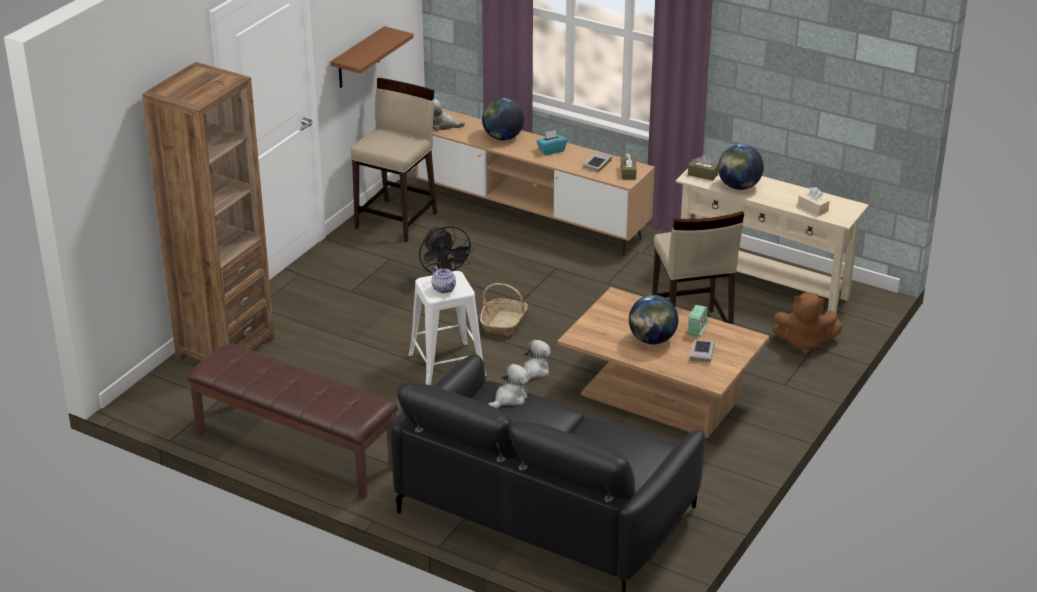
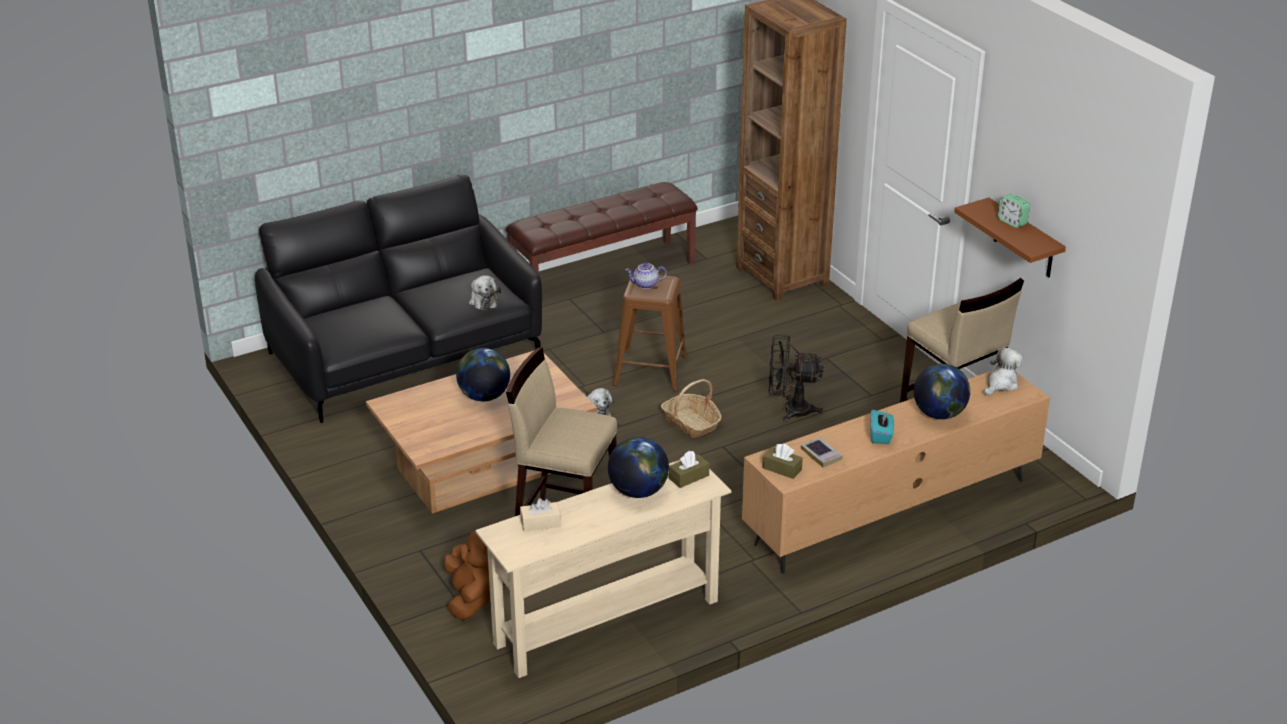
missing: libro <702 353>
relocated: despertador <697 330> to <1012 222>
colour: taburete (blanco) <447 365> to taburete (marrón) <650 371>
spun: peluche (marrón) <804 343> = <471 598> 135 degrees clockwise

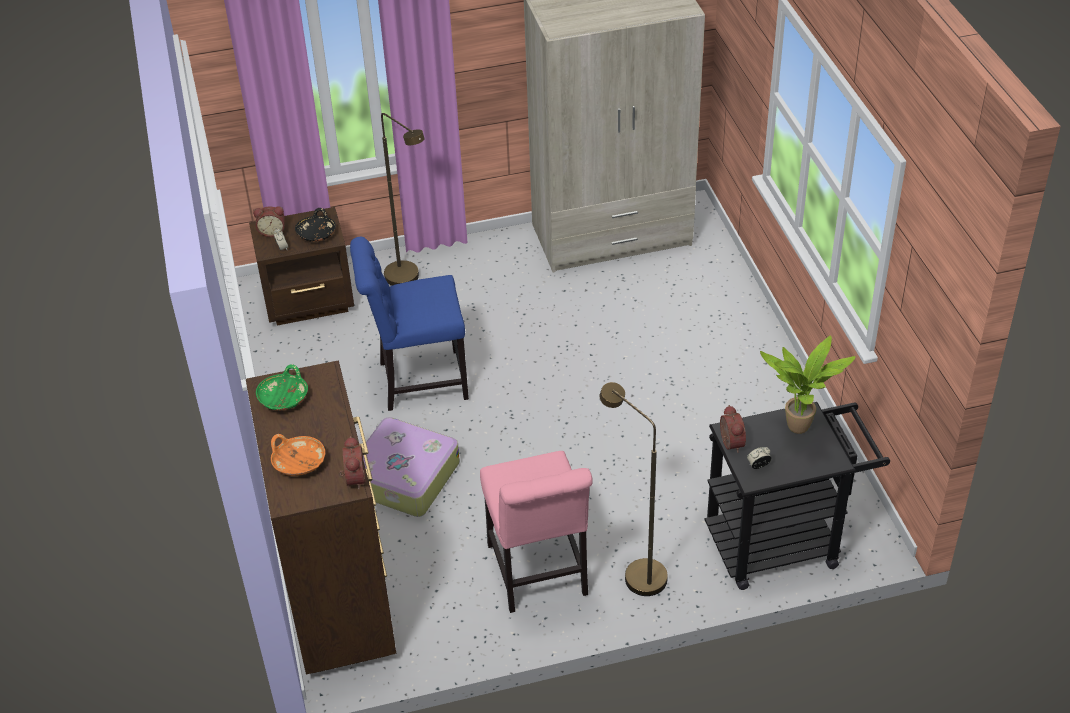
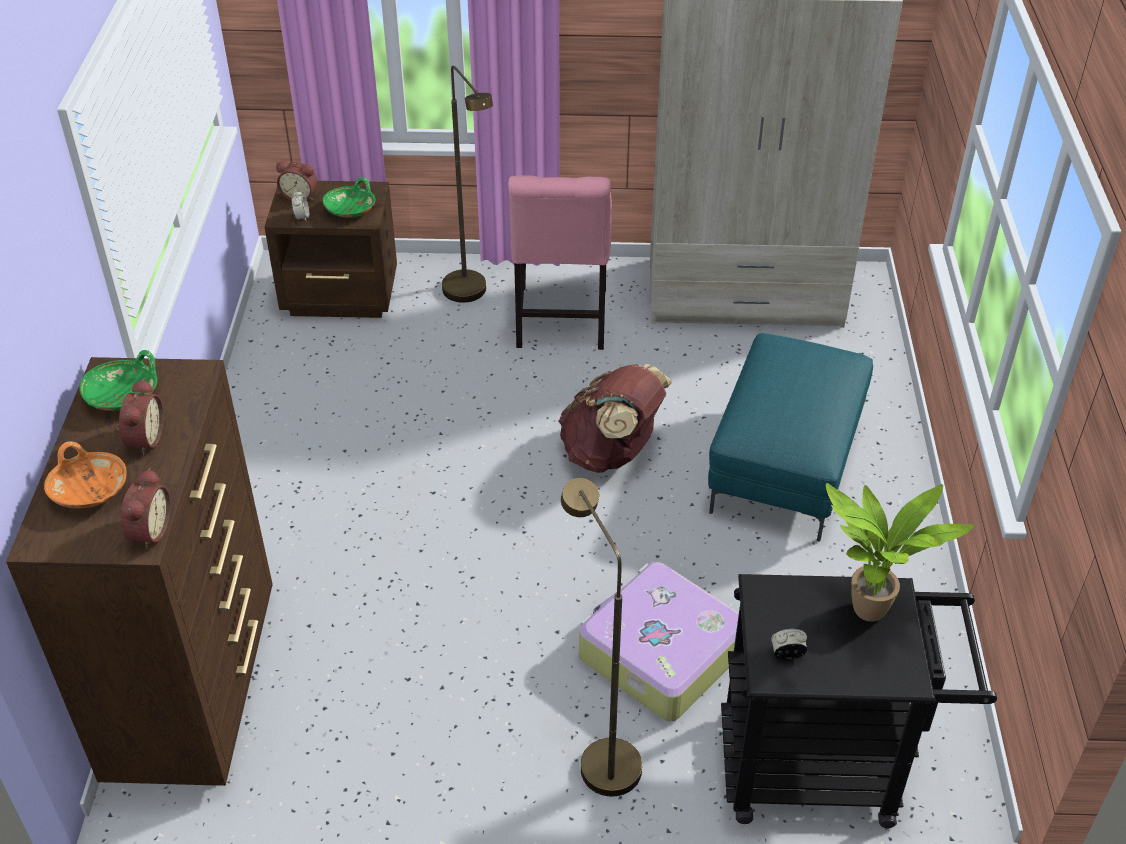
missing: silla (azul) <417 381>
appeared: mochila (marrón) <611 453>; puf (turquesa) <786 469>
relocated: maleta <403 477> to <659 653>; silla (rosa) <538 574> to <560 322>; despertador <729 443> to <143 439>
colour: cuenco (negro) <316 233> to cuenco (verde) <351 209>

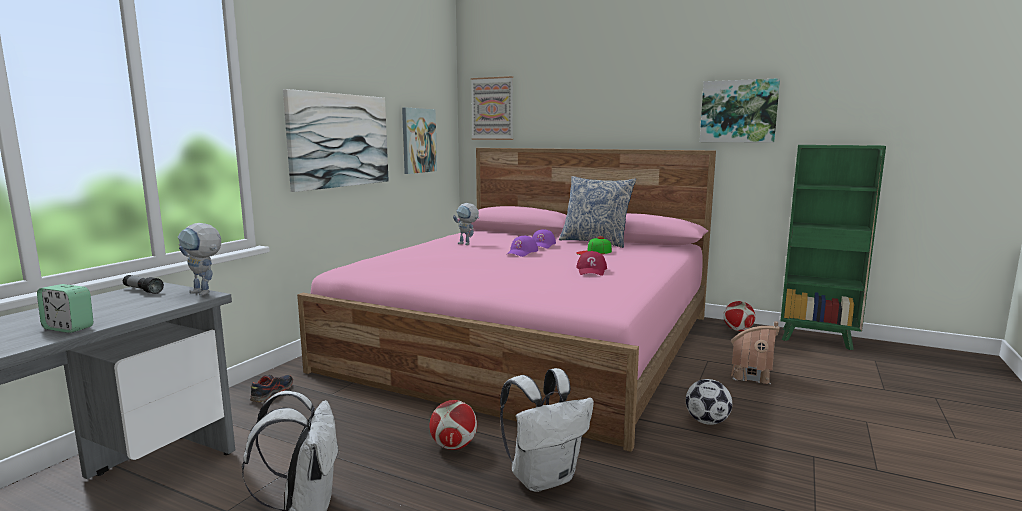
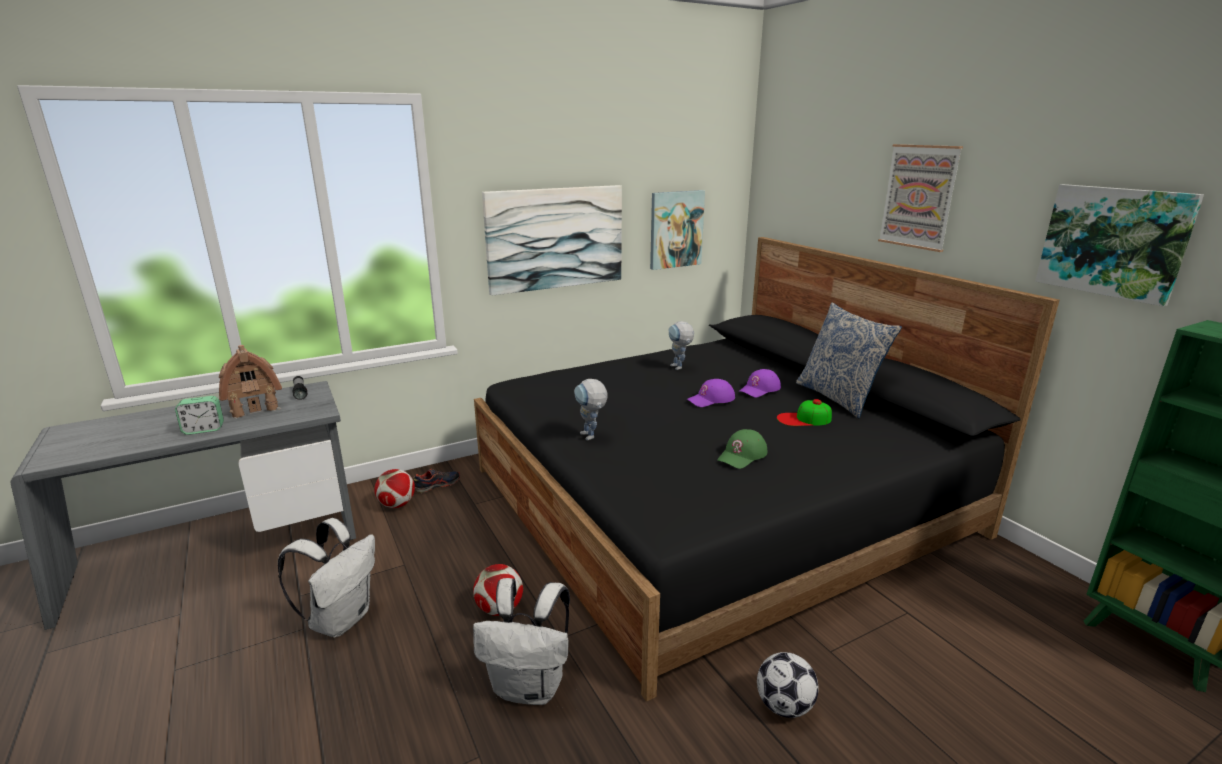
relocated: robot de juguete <205 293> to <591 438>; cuadro <492 109> to <919 197>; balón de fútbol <738 330> to <397 505>; casita <751 375> to <254 407>
colour: cama (rosa) <530 341> to cama (negro) <716 500>; gorra (rojo) <591 270> to gorra (verde) <742 455>
spun: despertador <68 328> = <203 429> 75 degrees counterclockwise

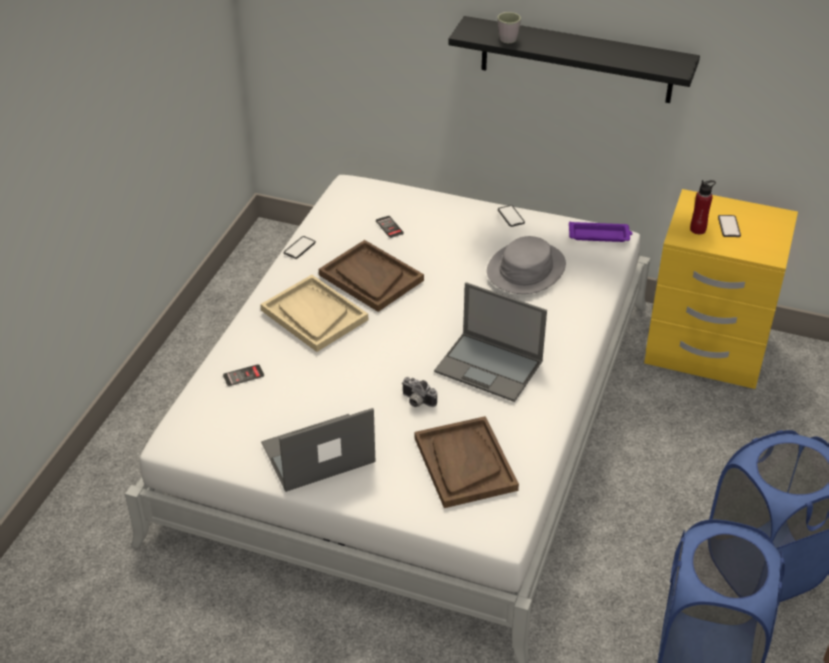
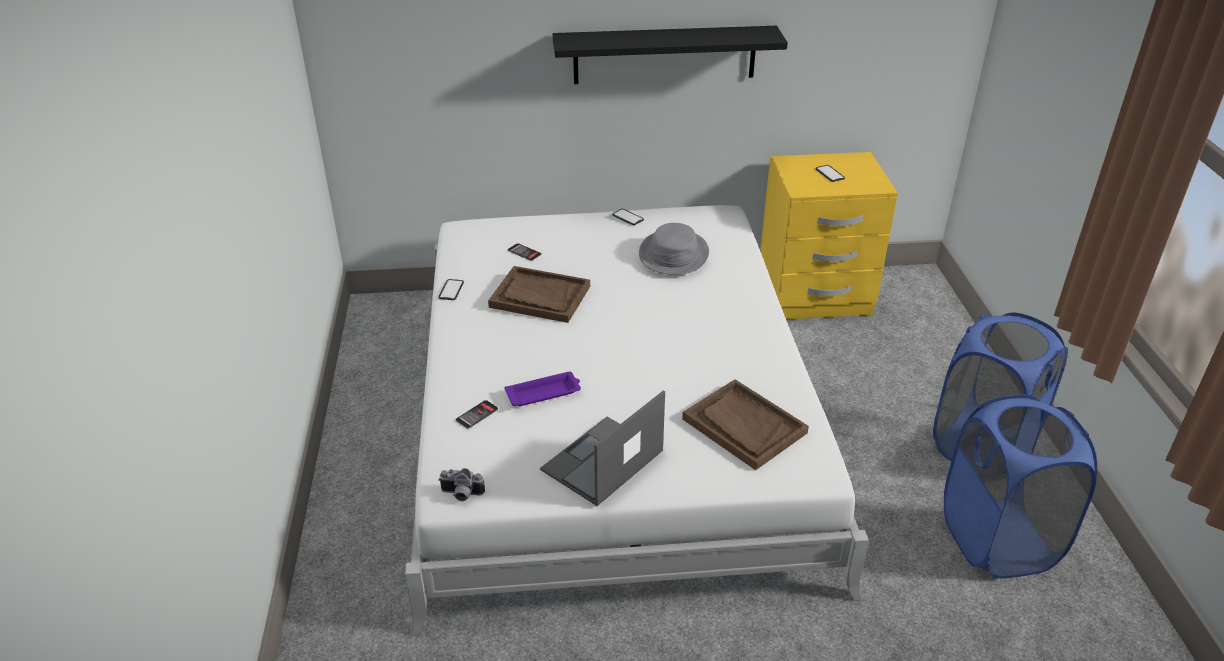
missing: bandeja (beis) <314 315>; portátil <490 367>; taza grande (gris) <506 37>; botella (rojo) <698 229>
relocated: cámara <416 401> to <461 495>; bandeja (morado) <600 235> to <544 393>

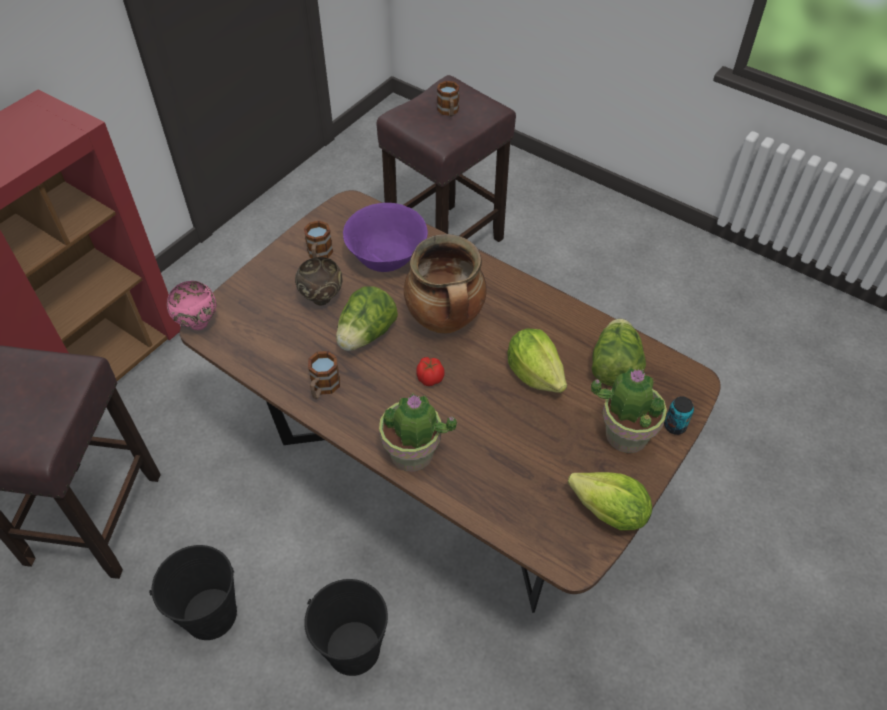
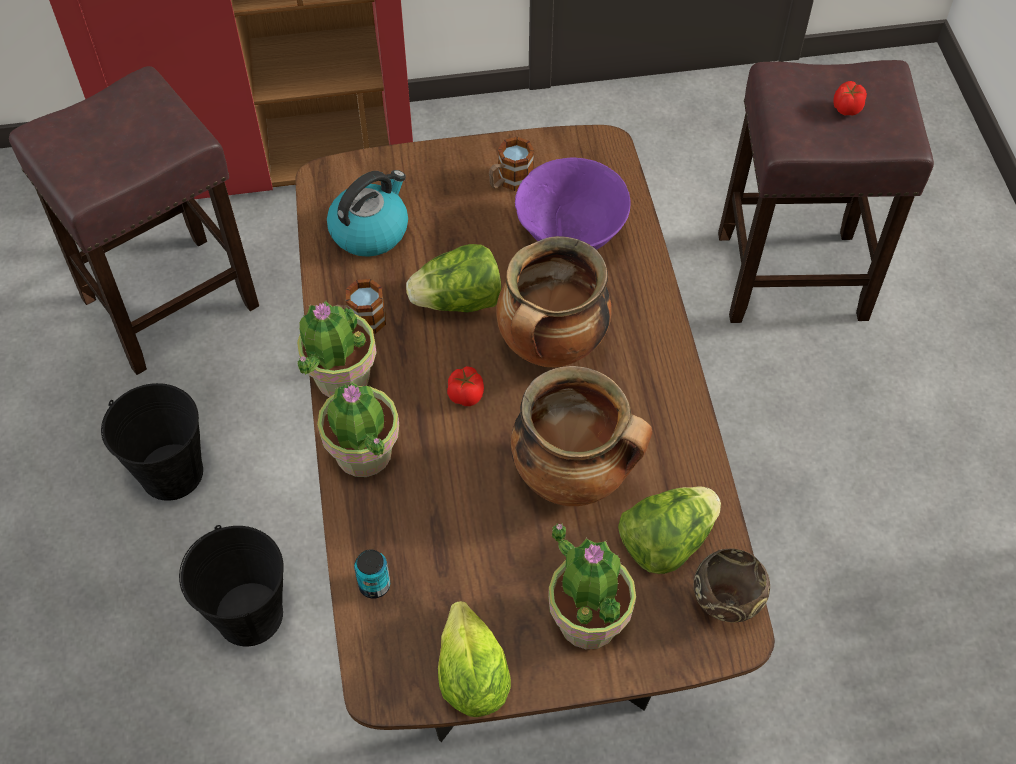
missing: cuenco (rosa) <197 323>
appeared: planta en maceta <341 378>; hervidor <370 230>
relocated: cuenco (marrón) <322 298> to <726 603>; lata <674 426> to <374 585>
exchanged: taza grande <449 112> to tomate <846 109>; lechuga <535 373> to olla <574 477>

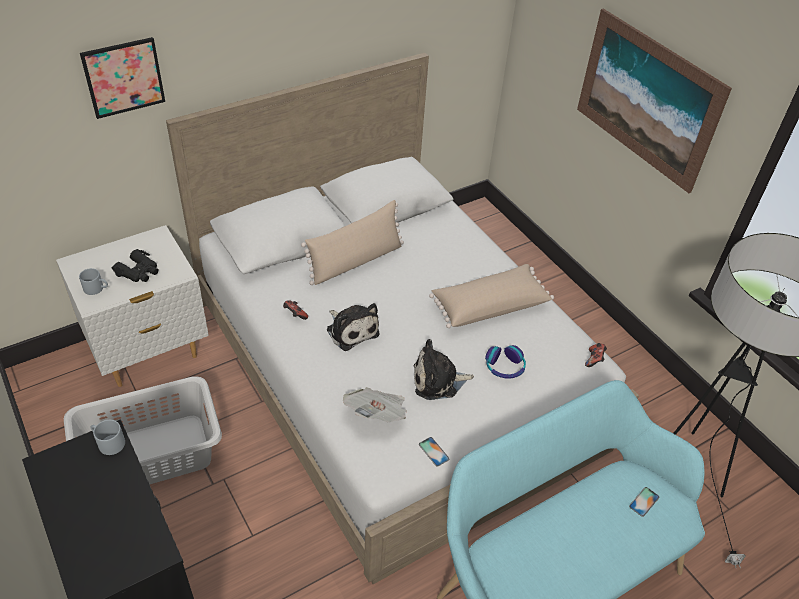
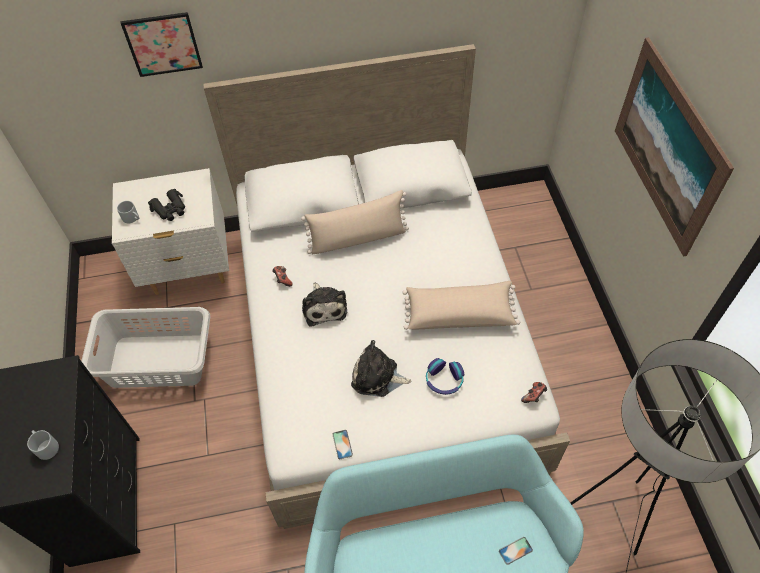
missing: periódico <377 414>
relocated: taza grande (gris) <107 443> to <45 446>

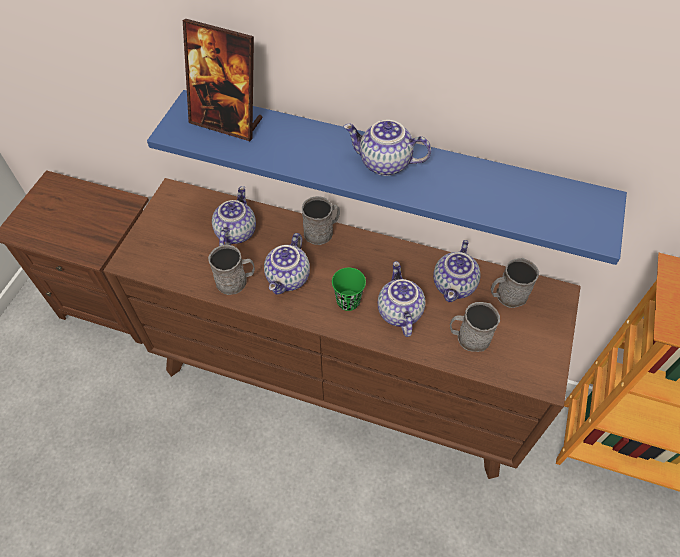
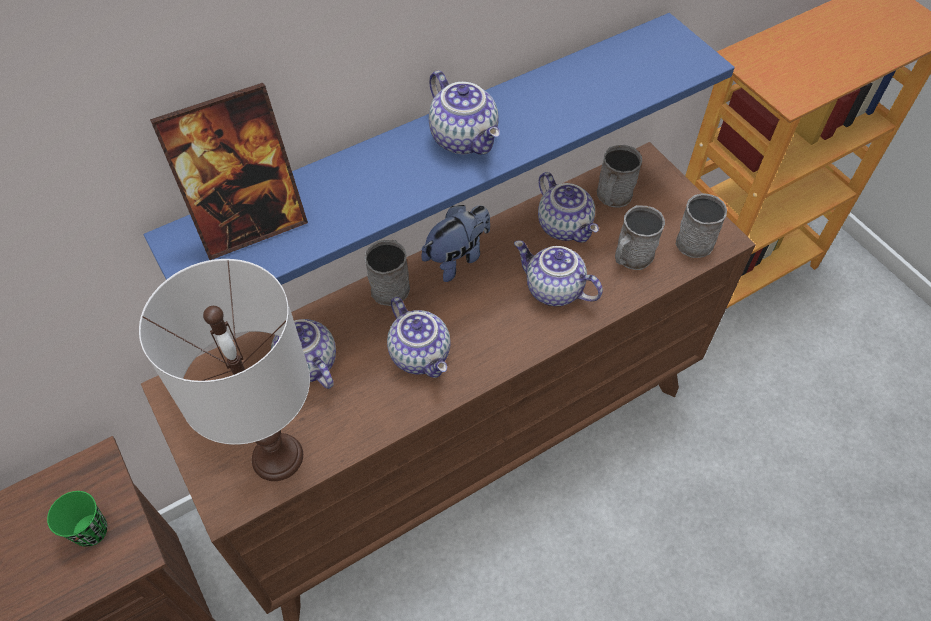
appeared: lámpara de mesa (blanco) <278 457>; peluche <457 258>
relocated: taza grande (gris) <236 281> to <696 238>; taza (verde) <348 301> to <91 531>
spun: tetera <384 164> = <465 138> 90 degrees counterclockwise

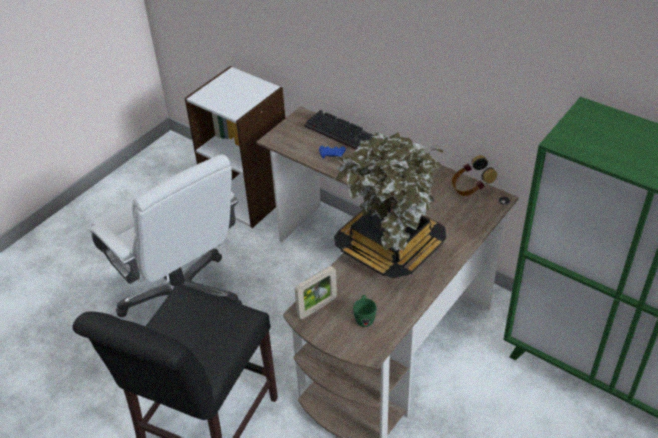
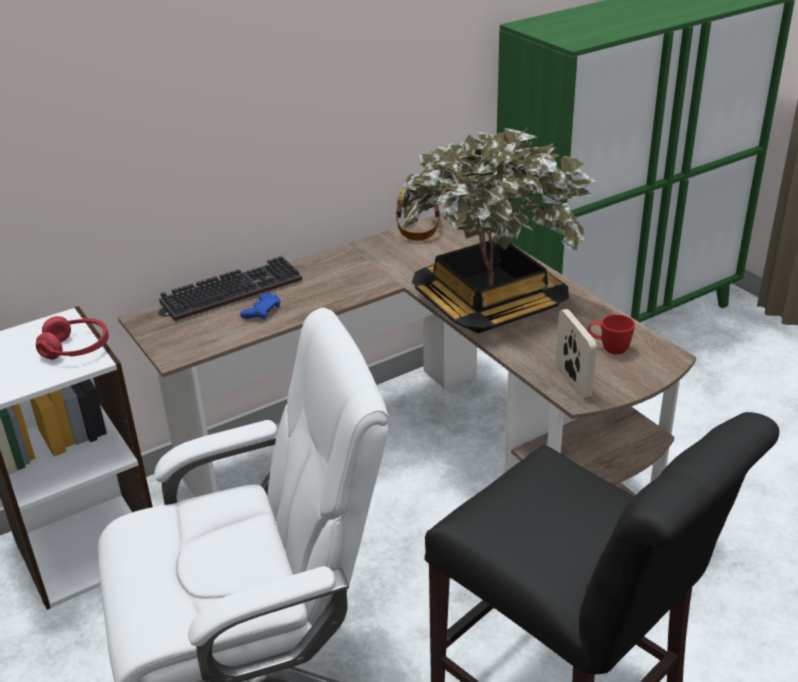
appeared: auriculares (rojo) <76 348>
colour: taza grande (verde) <364 318> to taza grande (rojo) <608 349>

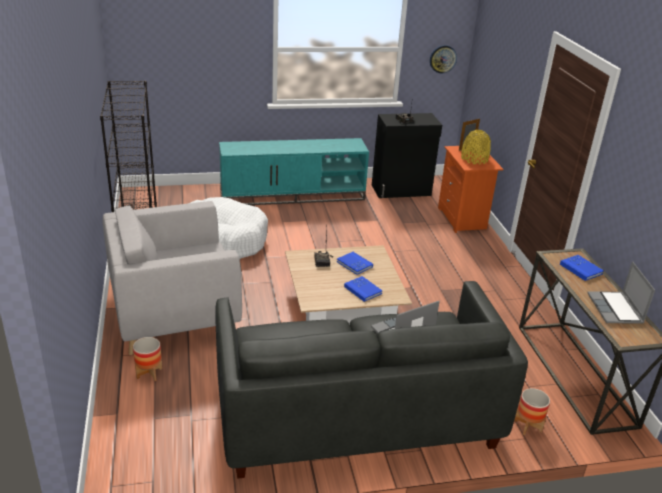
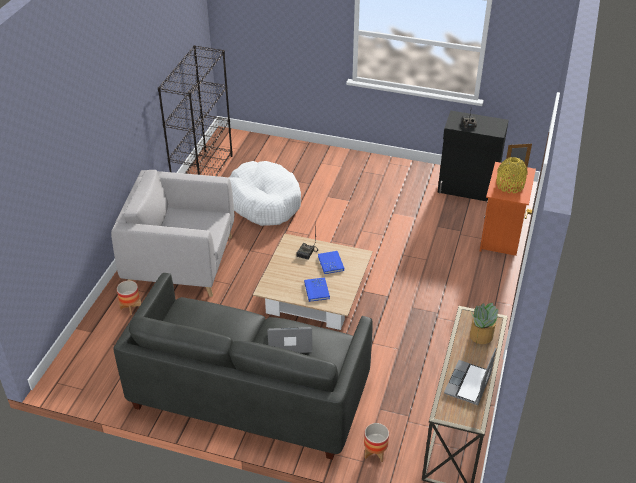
missing: mueble de televisión (turquesa) <293 195>; reloj de pared <443 59>
exchanged: libro (azul) <581 269> to planta en maceta <480 336>

